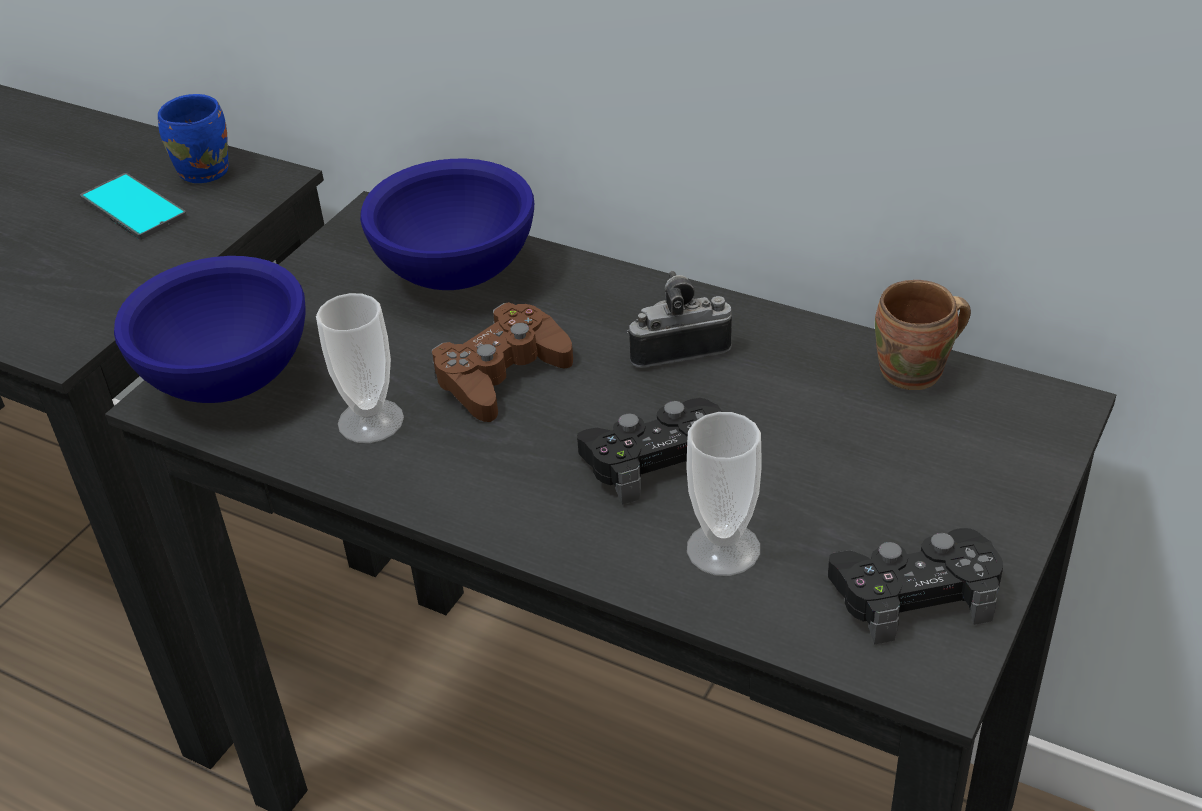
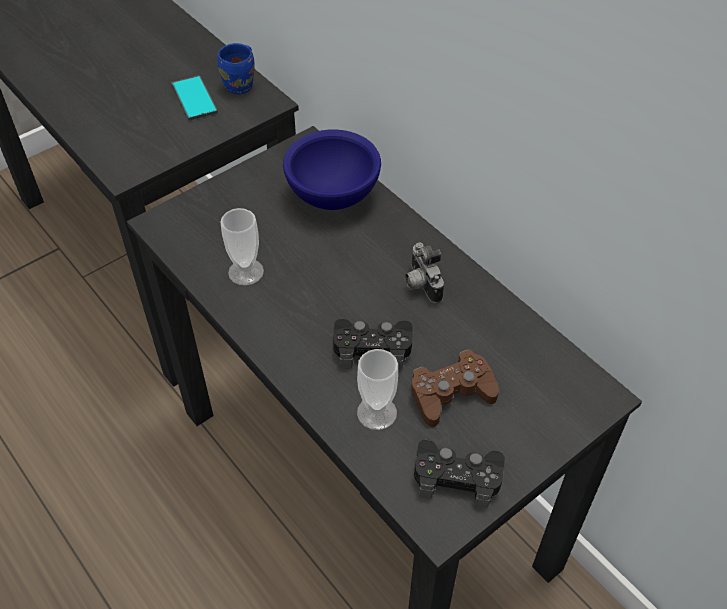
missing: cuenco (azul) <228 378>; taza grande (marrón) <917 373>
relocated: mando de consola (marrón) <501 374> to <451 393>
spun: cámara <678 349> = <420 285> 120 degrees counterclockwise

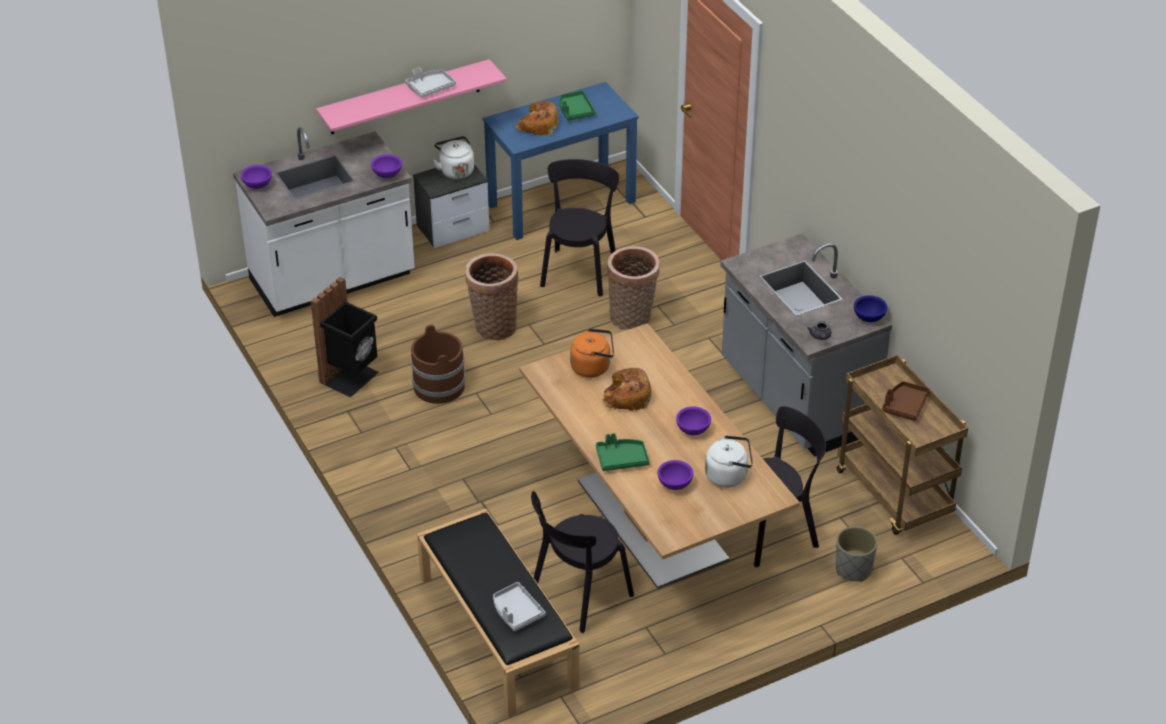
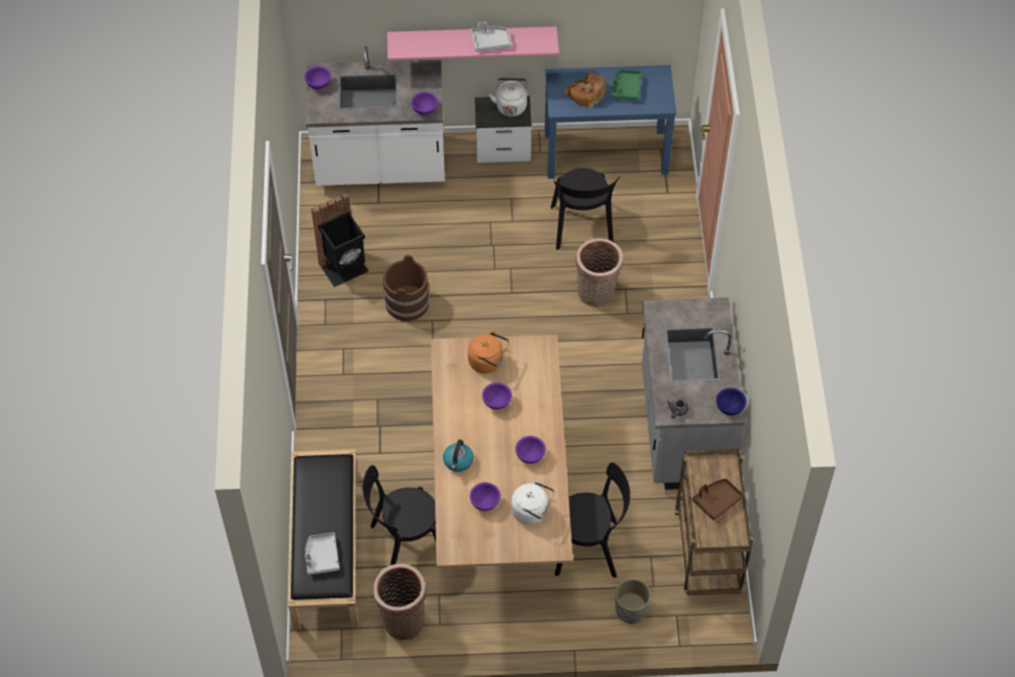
relocated: cesta <493 326> to <402 619>
exchanged: bandeja (verde) <621 459> to hervidor <458 461>; pan <626 397> to cuenco (morado) <497 402>
spun: silla (negro) <579 270> = <582 228> 135 degrees clockwise

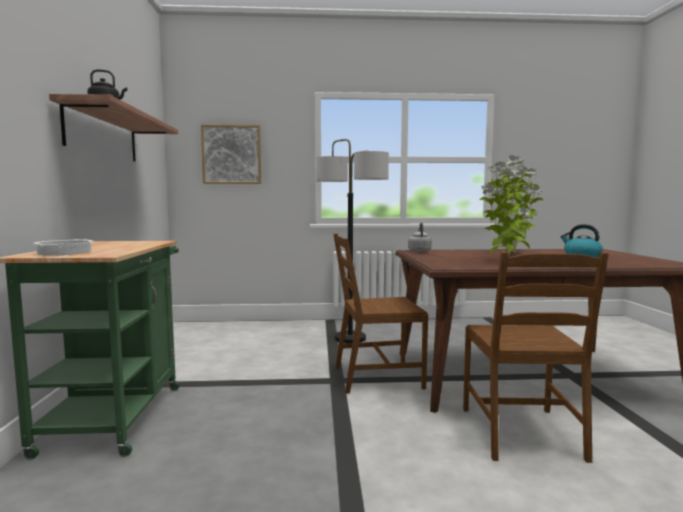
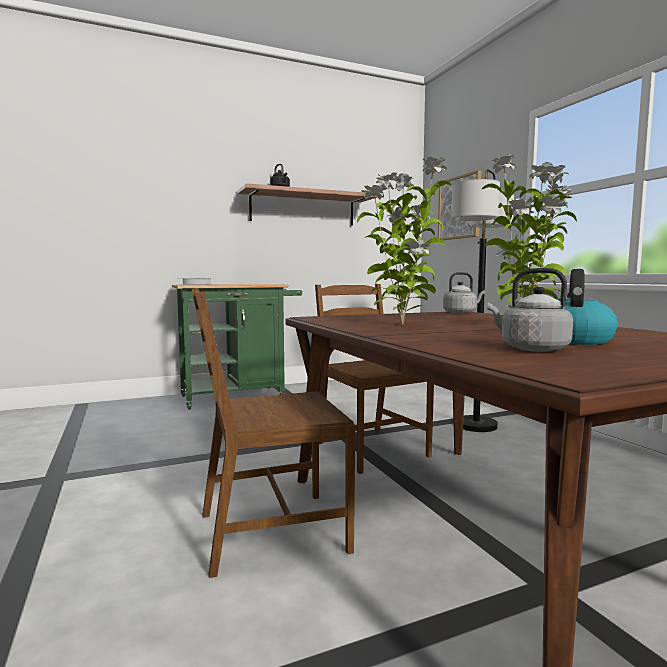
appeared: hervidor (gris) <530 349>

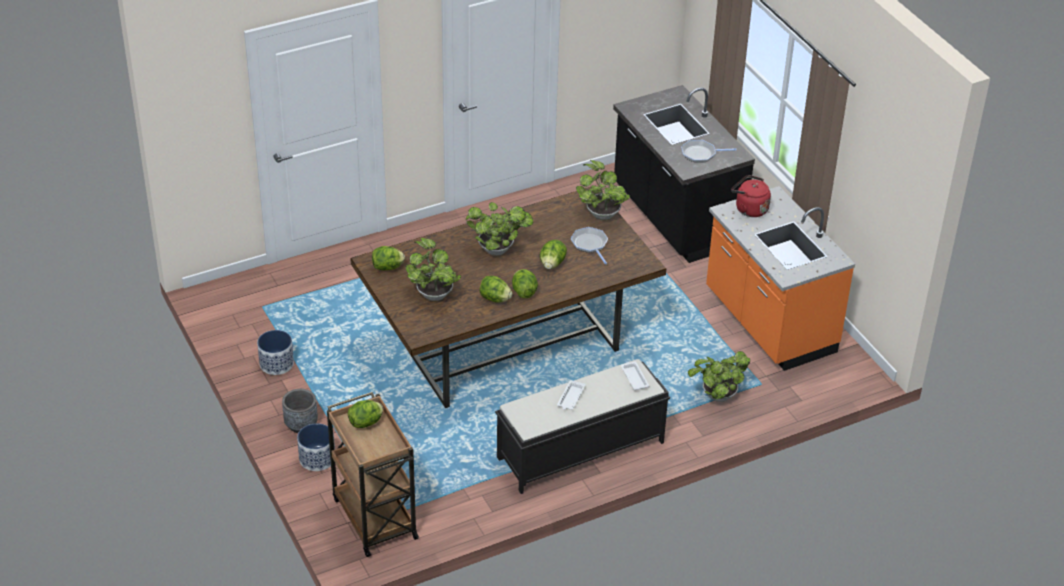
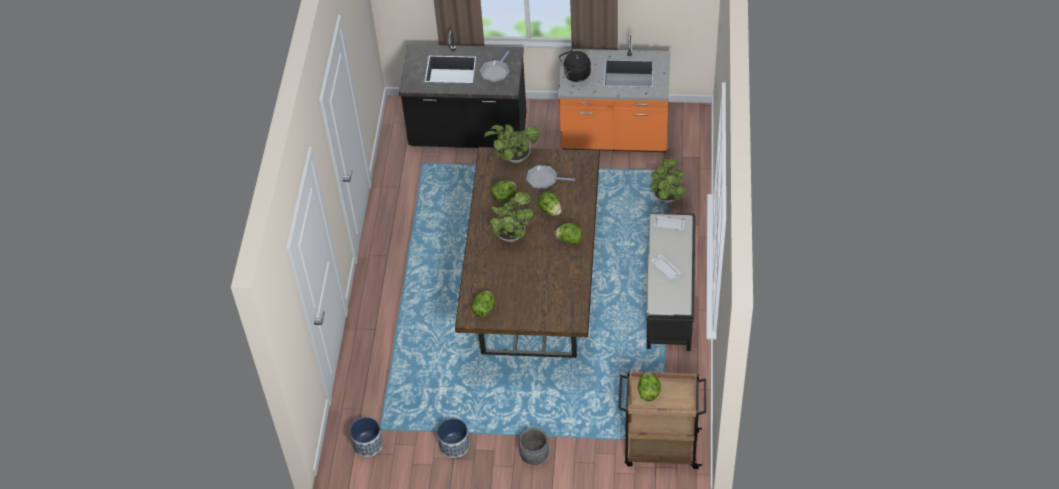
missing: planta en maceta <433 293>
relocated: maceta <317 458> to <368 444>; lechuga <495 299> to <504 197>
colour: hervidor (rojo) <749 209> to hervidor (negro) <575 75>

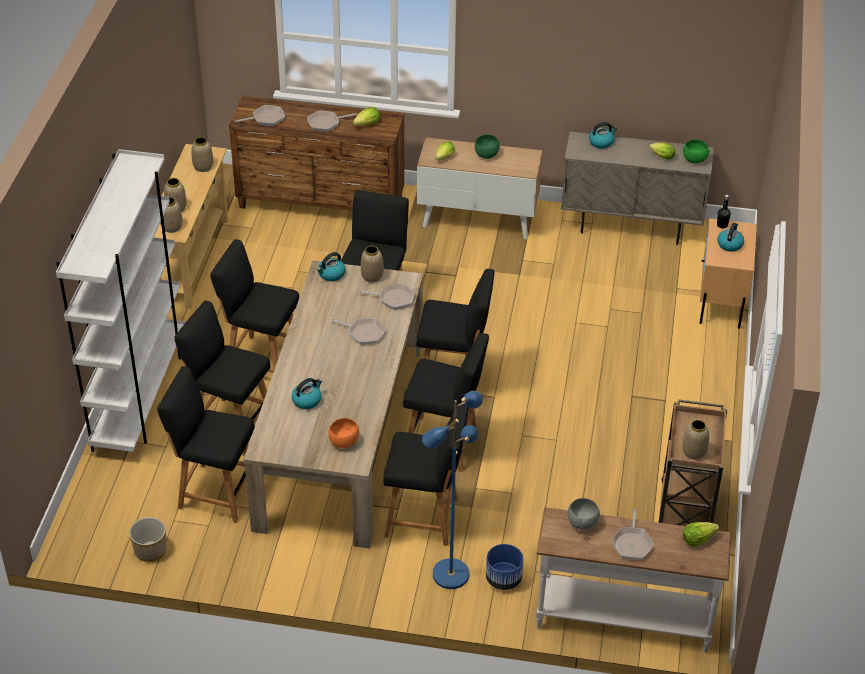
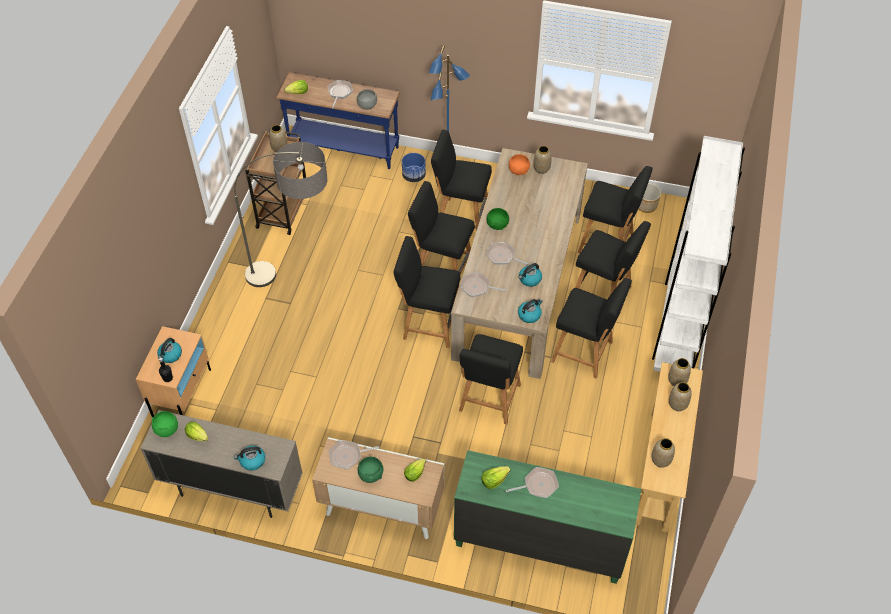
appeared: lámpara de pie <298 276>; cuenco (verde) <497 225>
relocated: sartén <266 118> to <348 456>; hervidor <307 400> to <529 279>; florero <372 277> to <541 168>
colour: cómoda (marrón) <321 203> to cómoda (verde) <539 542>; mesa consola (blanco) <624 618> to mesa consola (azul) <343 149>

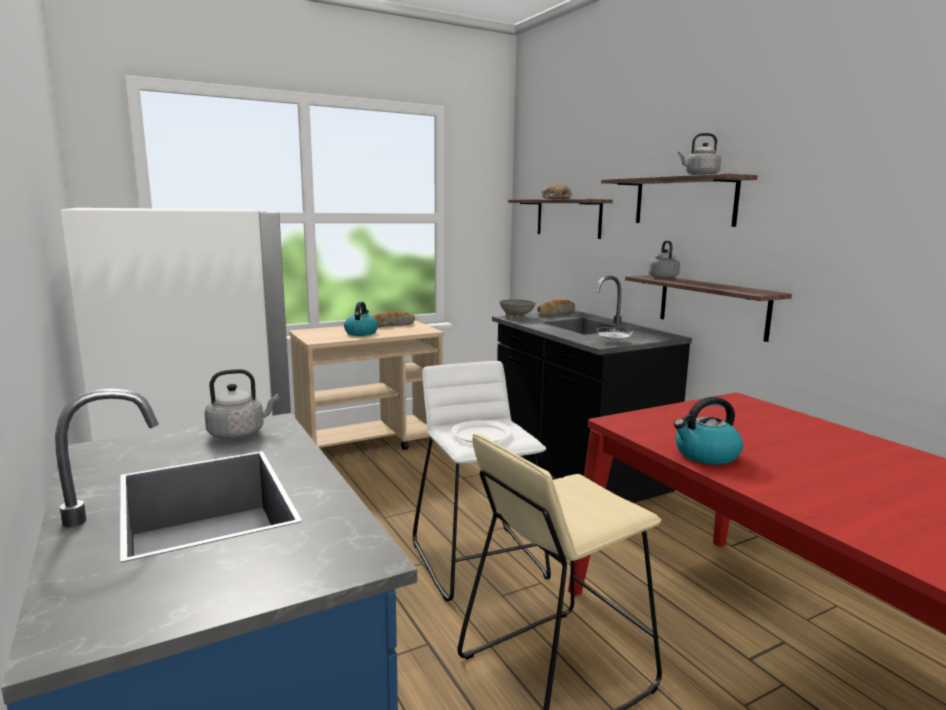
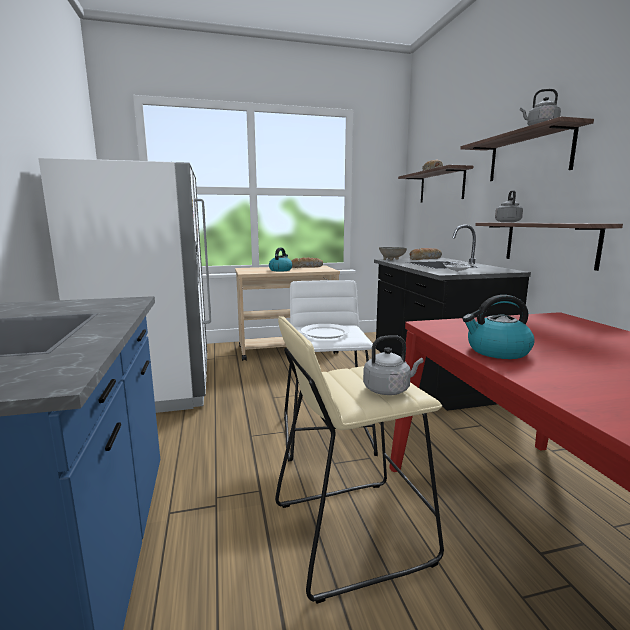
relocated: hervidor (gris) <239 433> to <389 389>

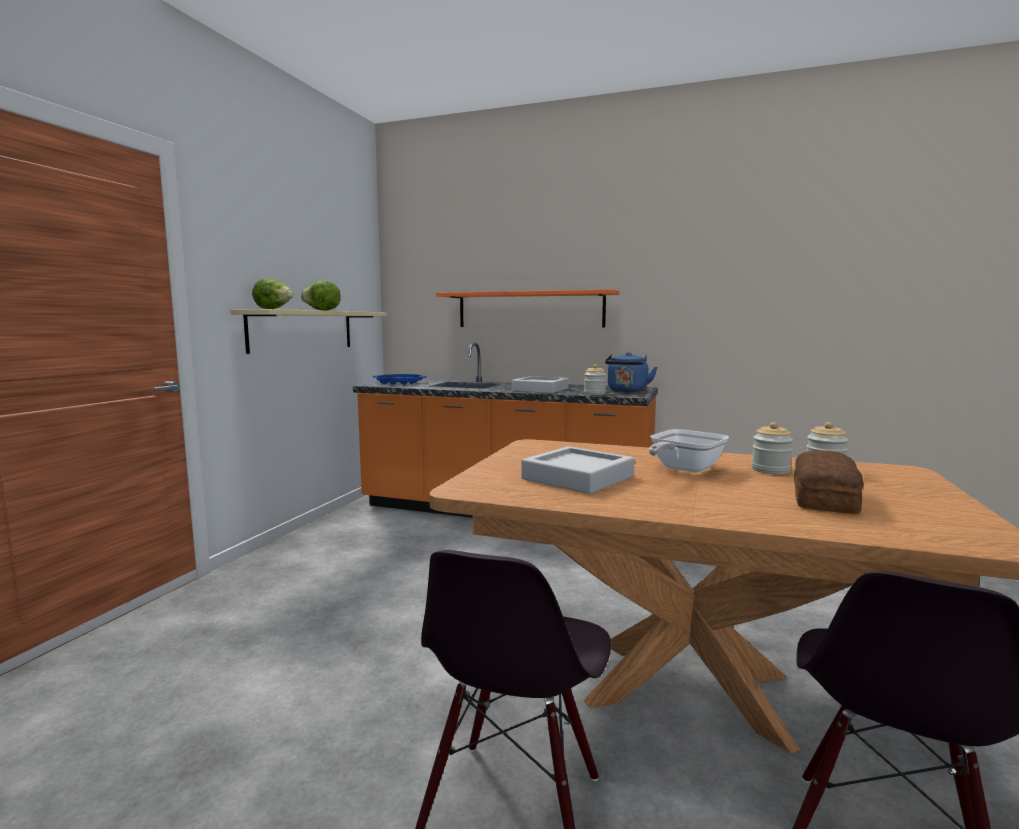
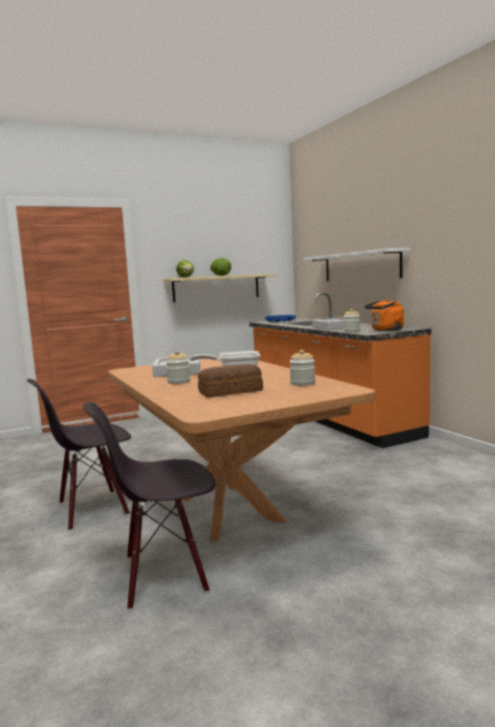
relocated: tarro <770 470> to <179 382>
colour: estante (naranja) <530 310> to estante (blanco) <360 266>; hervidor (azul) <627 391> to hervidor (naranja) <385 330>

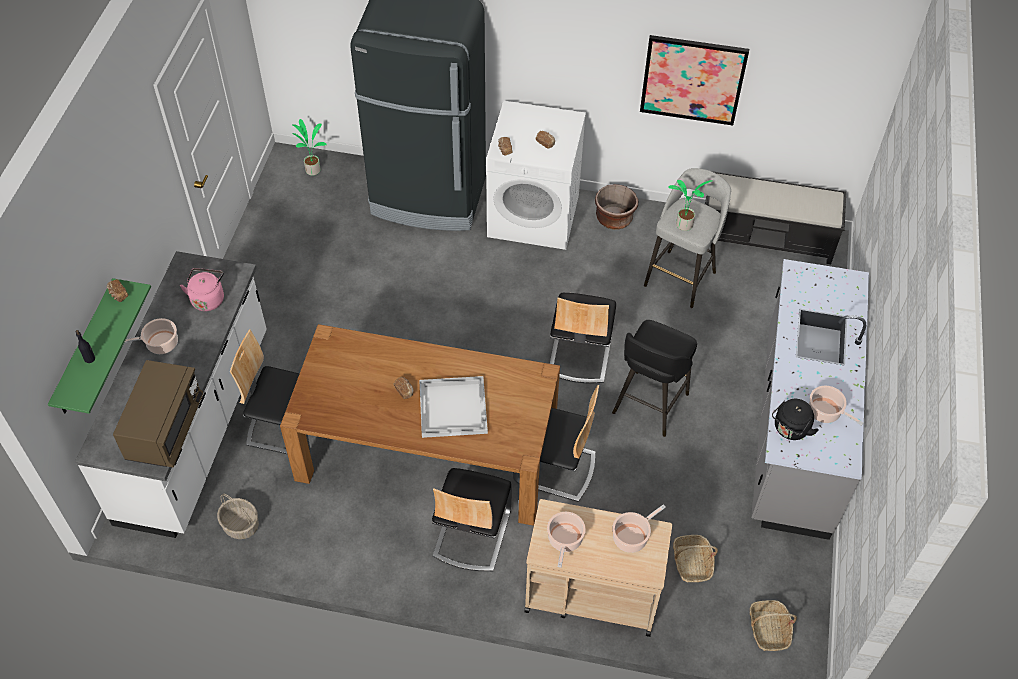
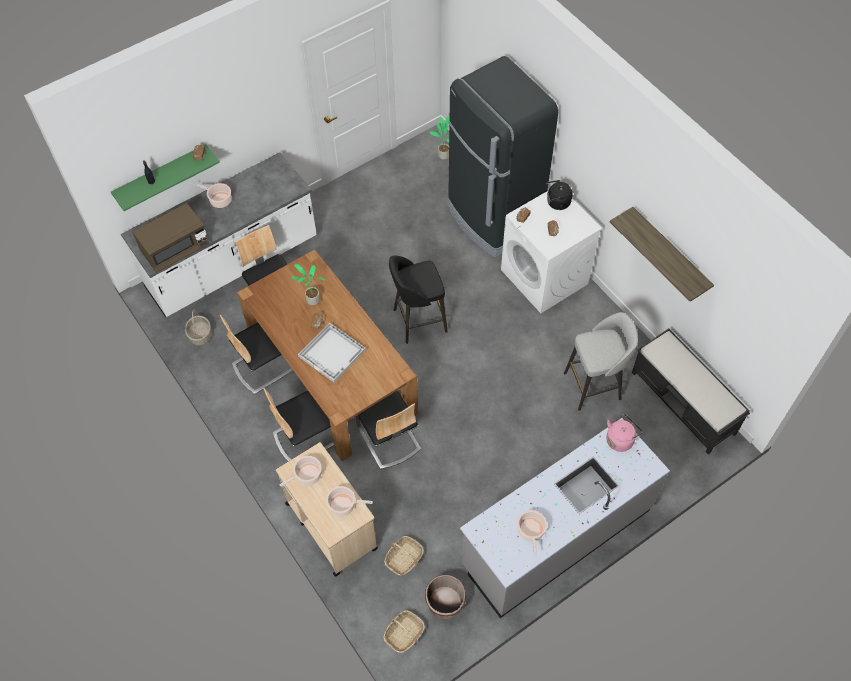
relocated: hervidor (rosa) <208 298> to <620 439>; silla <579 353> to <263 366>; maceta (marrón) <614 219> to <445 603>; taburete (negro) <649 405> to <418 321>; planta en maceta <683 226> to <312 300>; hervidor (negro) <790 429> to <556 203>
exchanged: cuadro <692 80> to estante <670 252>

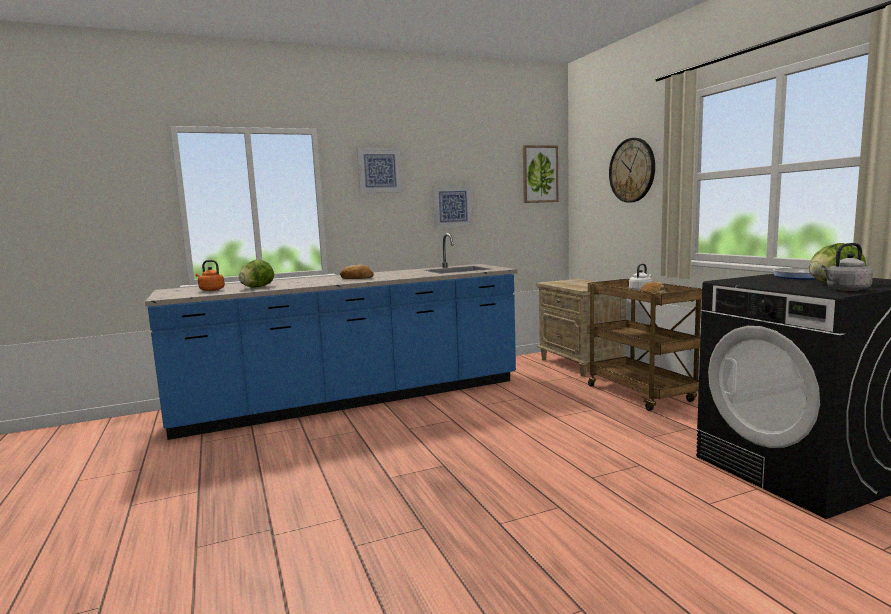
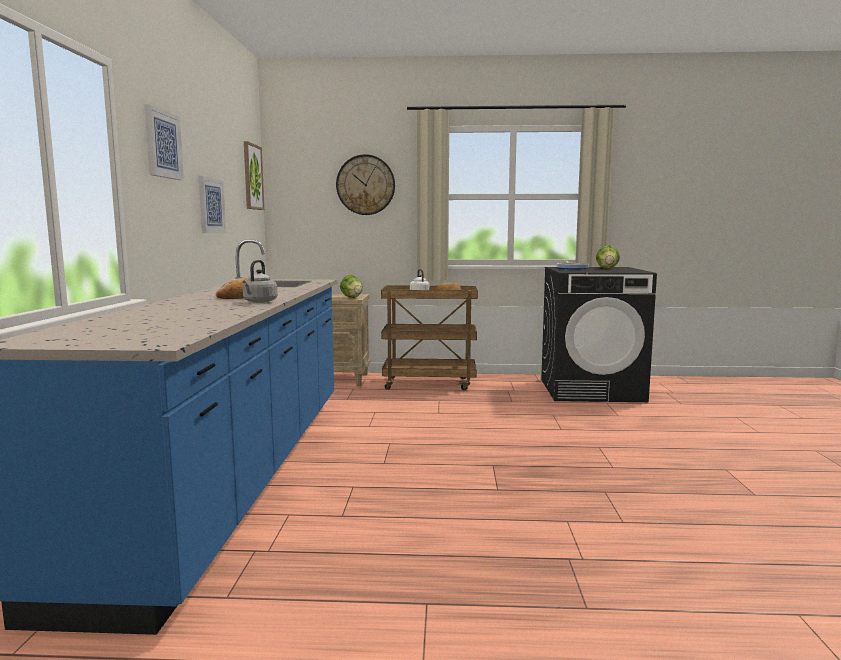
missing: hervidor (naranja) <210 290>
relocated: lechuga <257 287> to <352 298>; hervidor (gris) <845 289> to <259 302>

